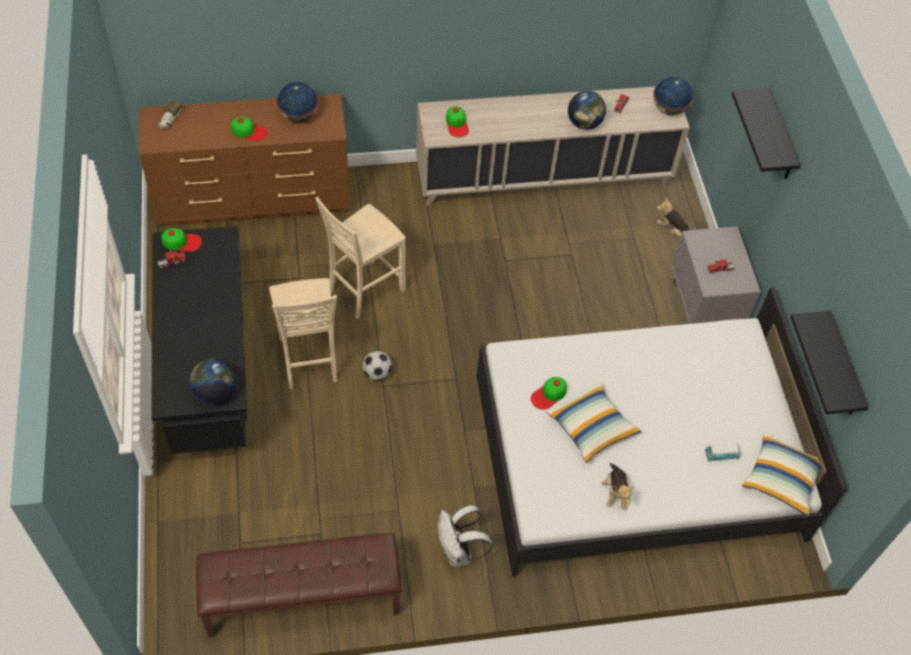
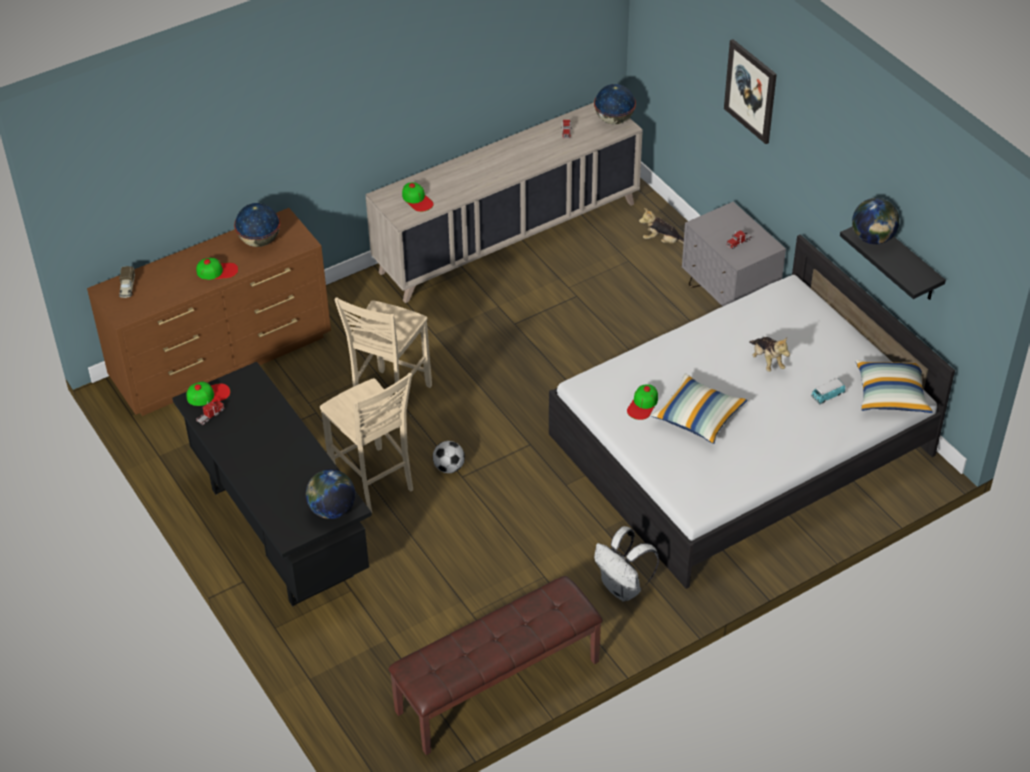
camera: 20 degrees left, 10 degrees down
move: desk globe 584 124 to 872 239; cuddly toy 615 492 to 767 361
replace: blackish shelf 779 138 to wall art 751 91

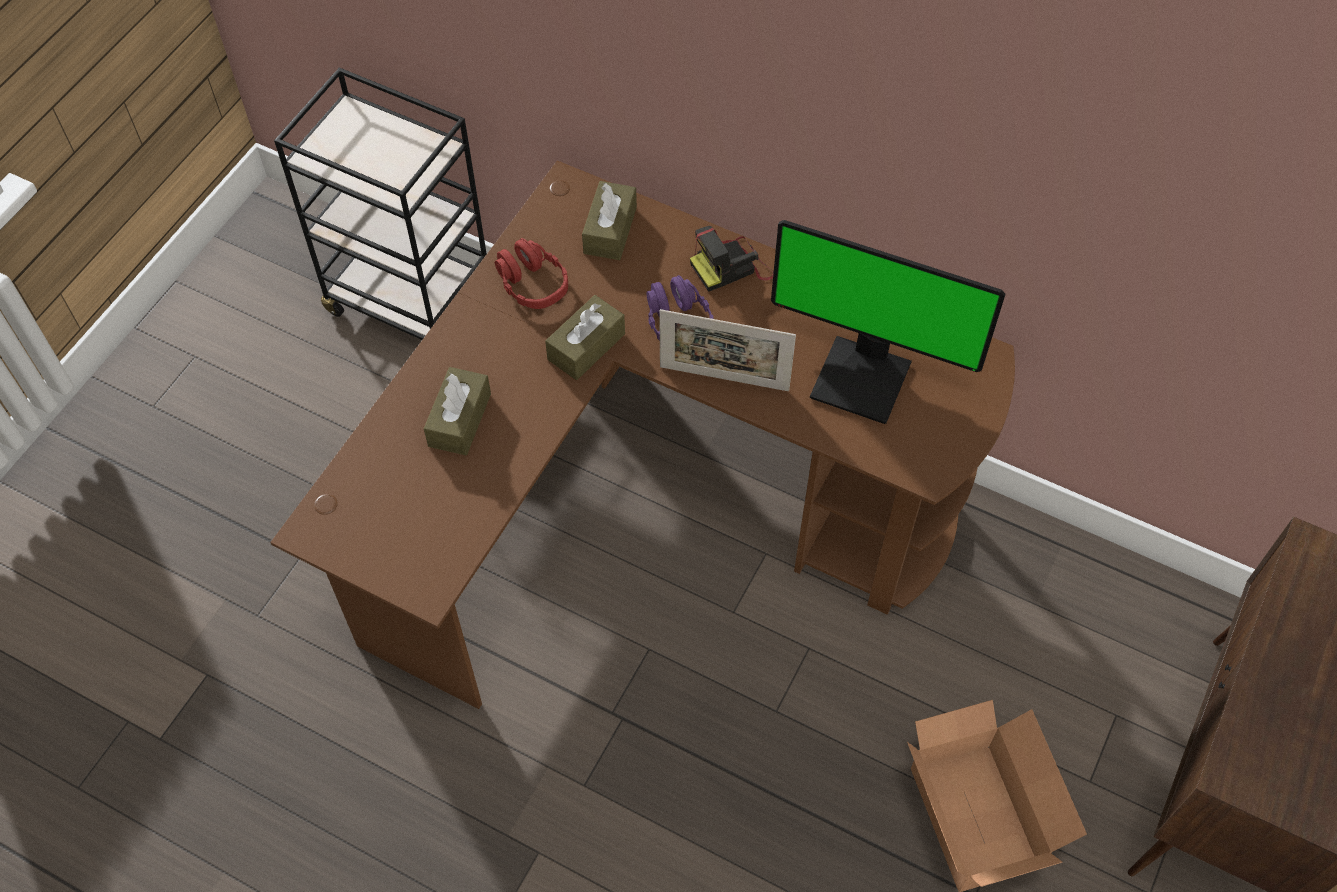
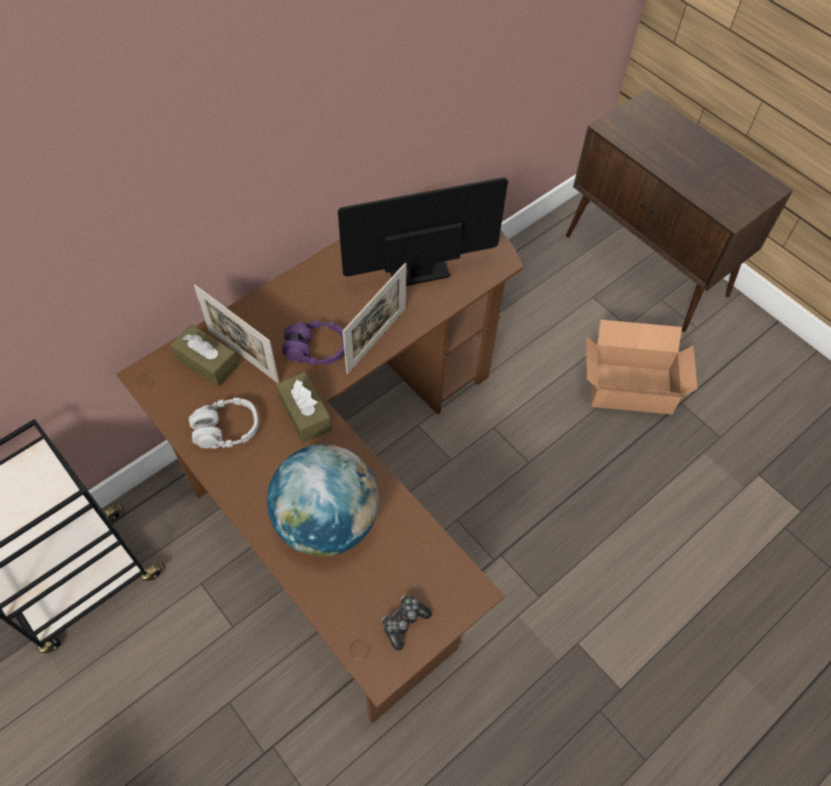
camera: 70 degrees left, 0 degrees up
delete: still camera 731 267
insert: photo frame 243 355; gamepad 404 622
replace: brownish tissue box 459 420 to desk globe 327 521
recolor: reddish headset 532 284 to gray headset 226 429
rotate: monitor 863 377 = 415 265 150 degrees counterclockwise

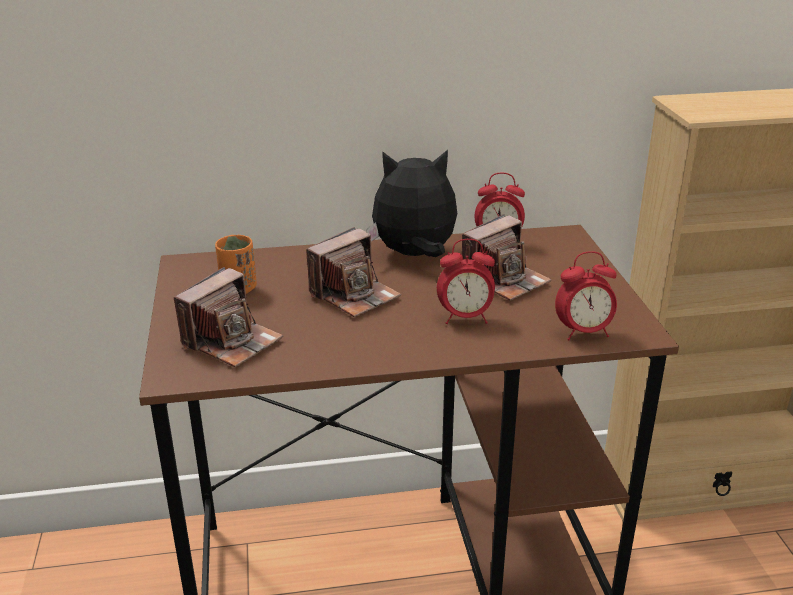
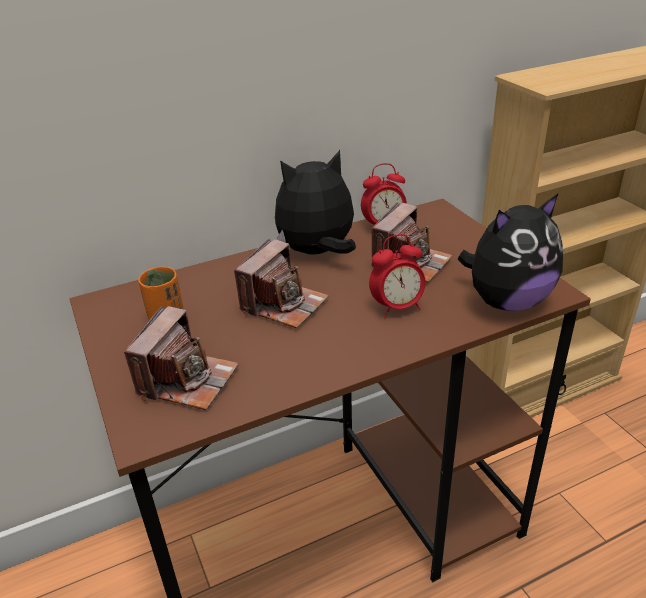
camera: 15 degrees left, 5 degrees up
replace: bedside clock 583 332 to cuddly toy 507 301

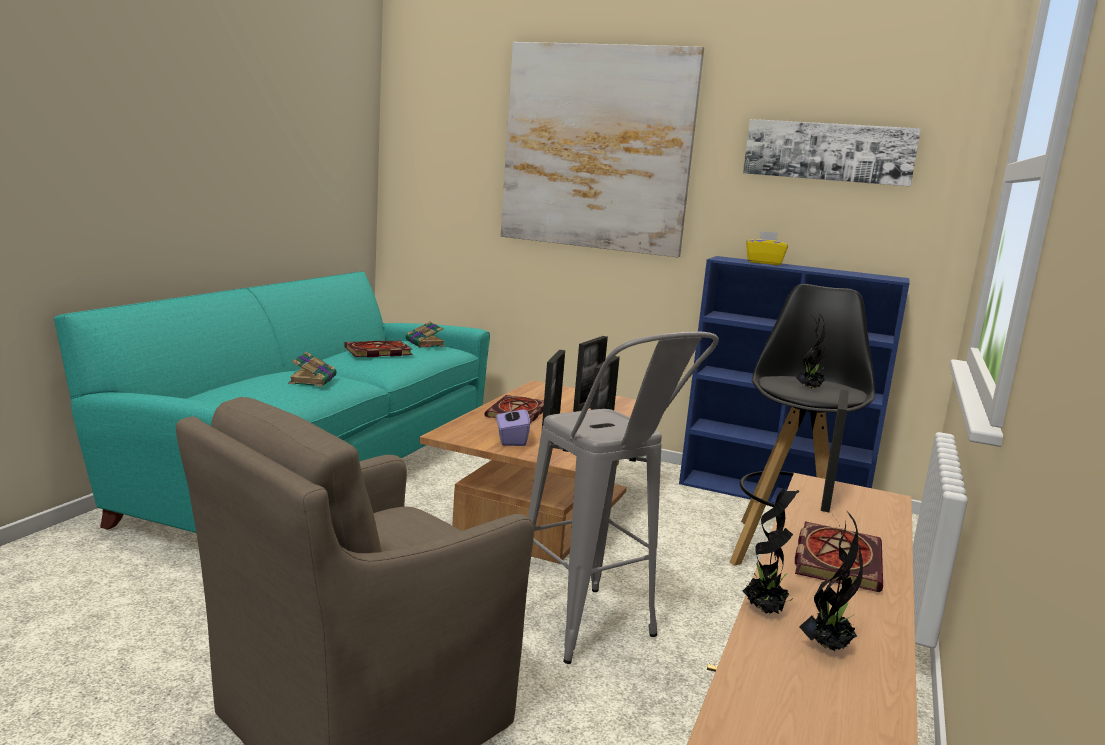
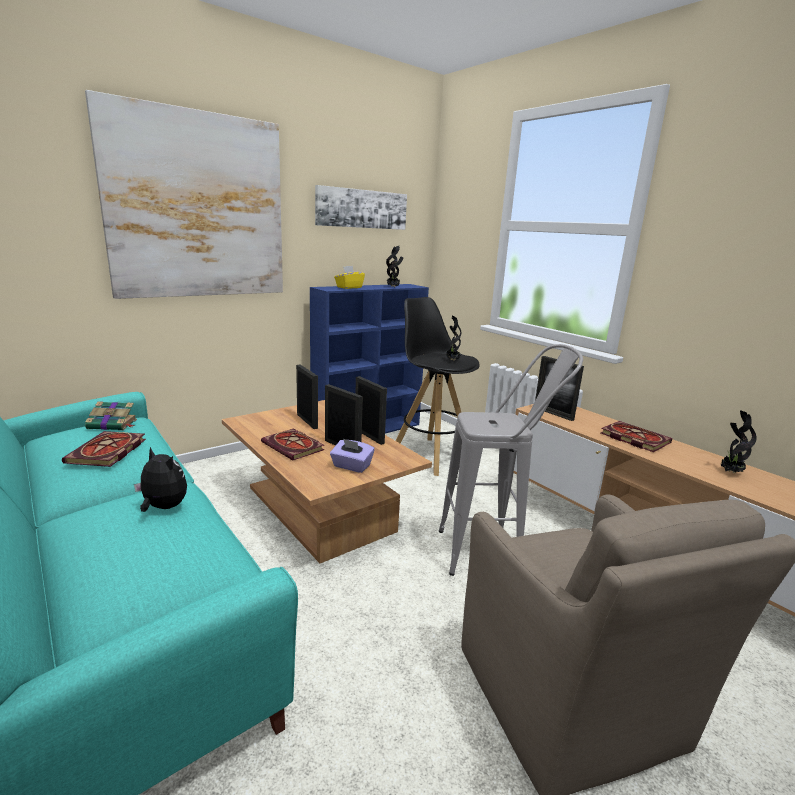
camera: 60 degrees left, 5 degrees up
move: plant in a pot 765 611 to 393 287
replace: book 313 379 to cuddly toy 163 507

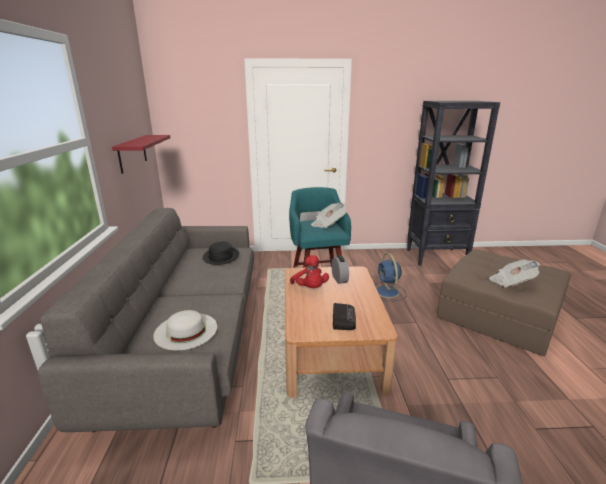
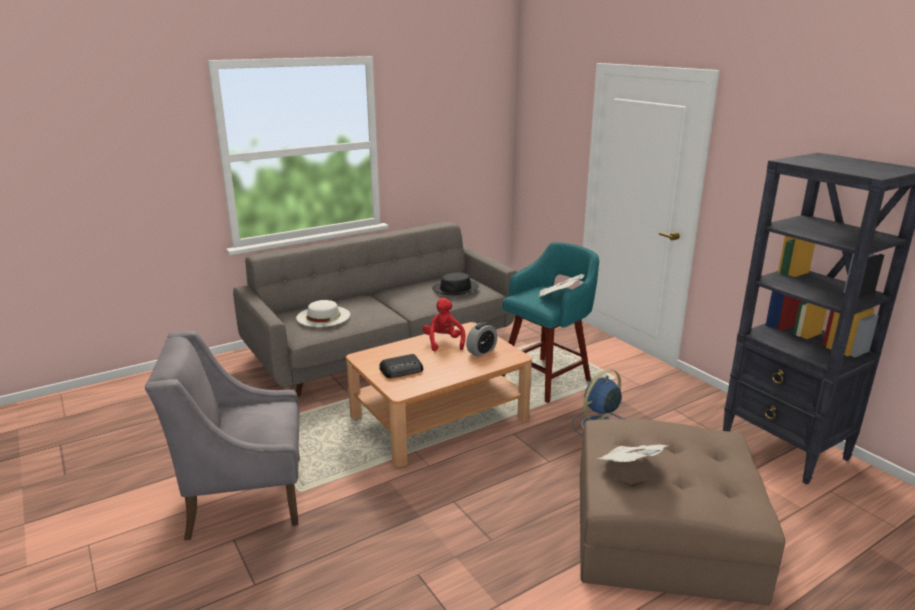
camera: 60 degrees right, 0 degrees up
delete: reddish shelf 132 153
rotate: reddish cuddly toy 310 288 = 443 342 135 degrees clockwise

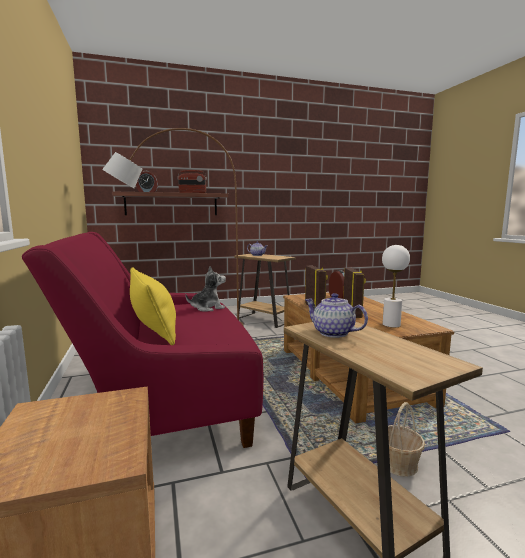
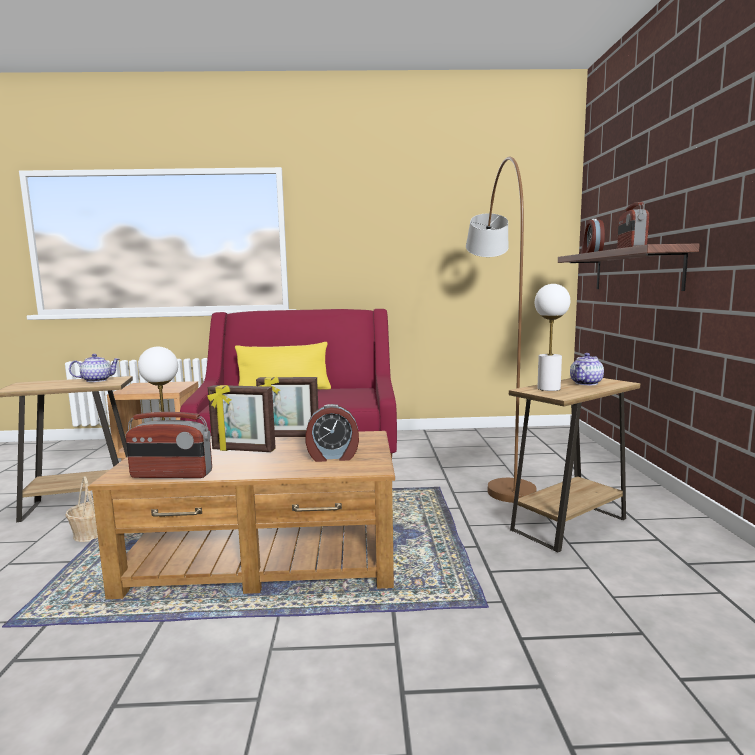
camera: 105 degrees right, 0 degrees up
delete: cuddly toy 207 308
insert: radio receiver 171 475; white tabletop lamp 548 388

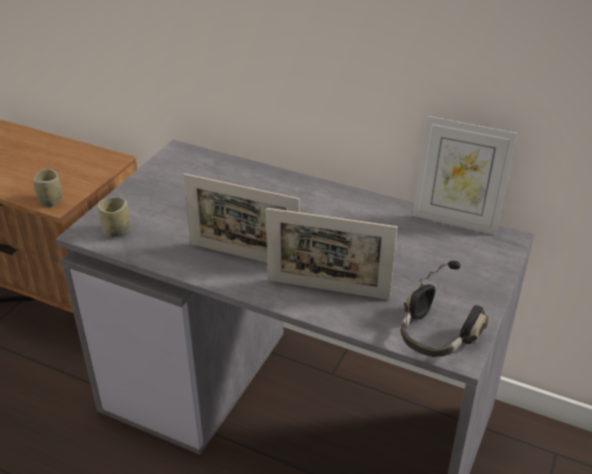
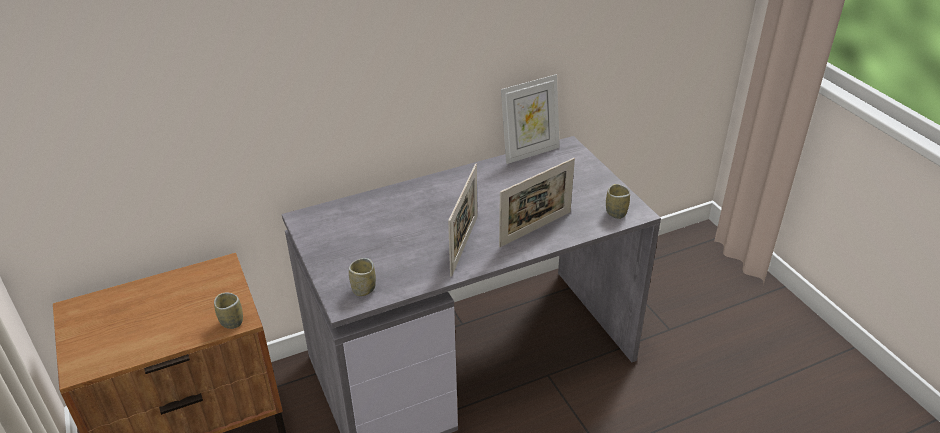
camera: 50 degrees left, 0 degrees up
replace: blackish headset 436 336 to drinking cup 616 212
rotate: photo frame 243 256 = 464 246 45 degrees counterclockwise

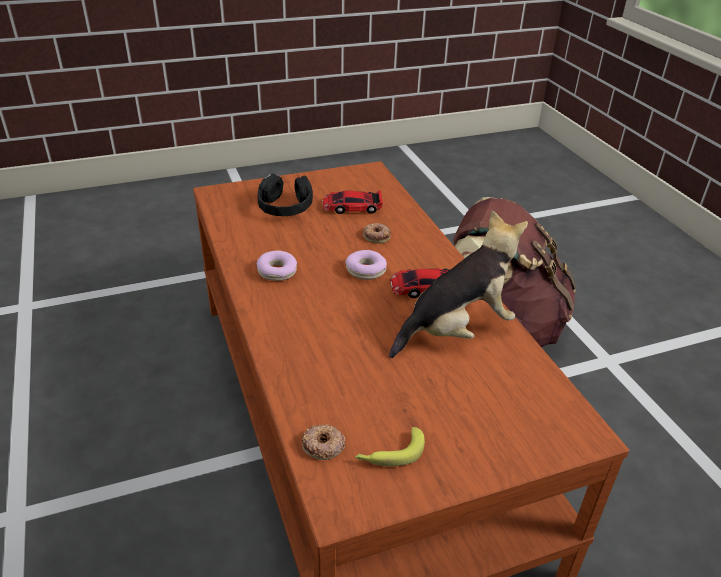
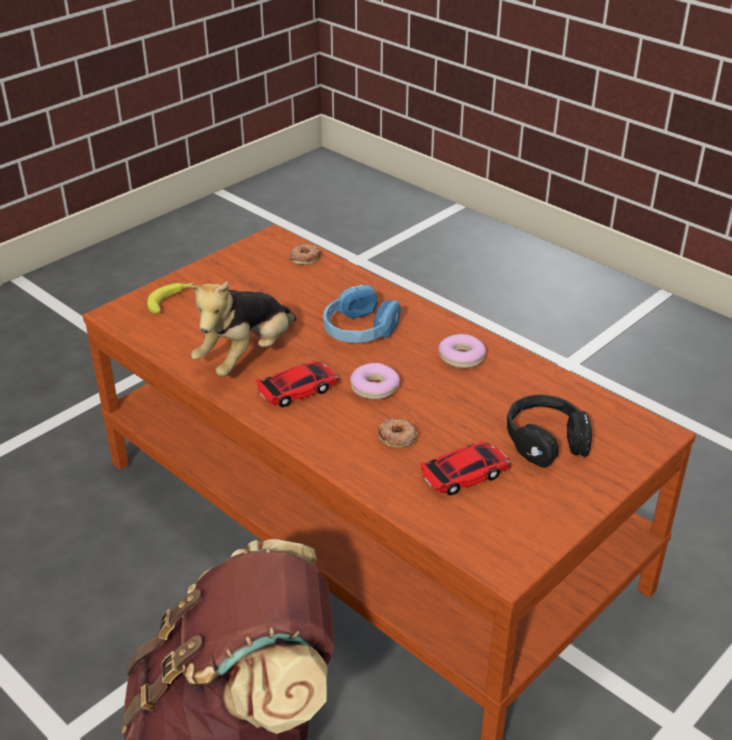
camera: 155 degrees right, 0 degrees up
insert: blue-coloured headset 360 330
move: whole banana 390 454 to 171 300

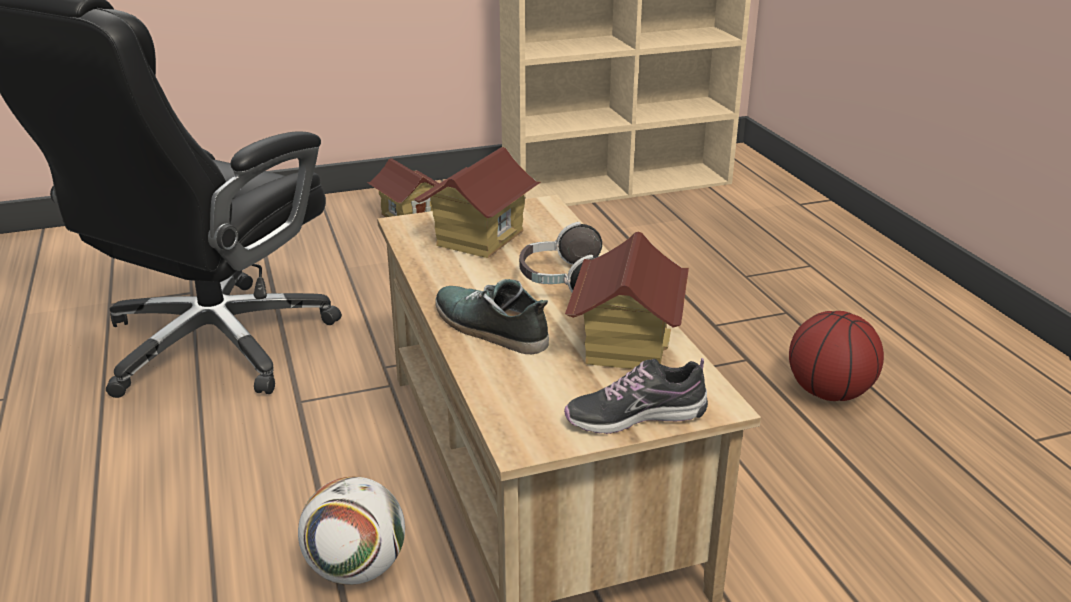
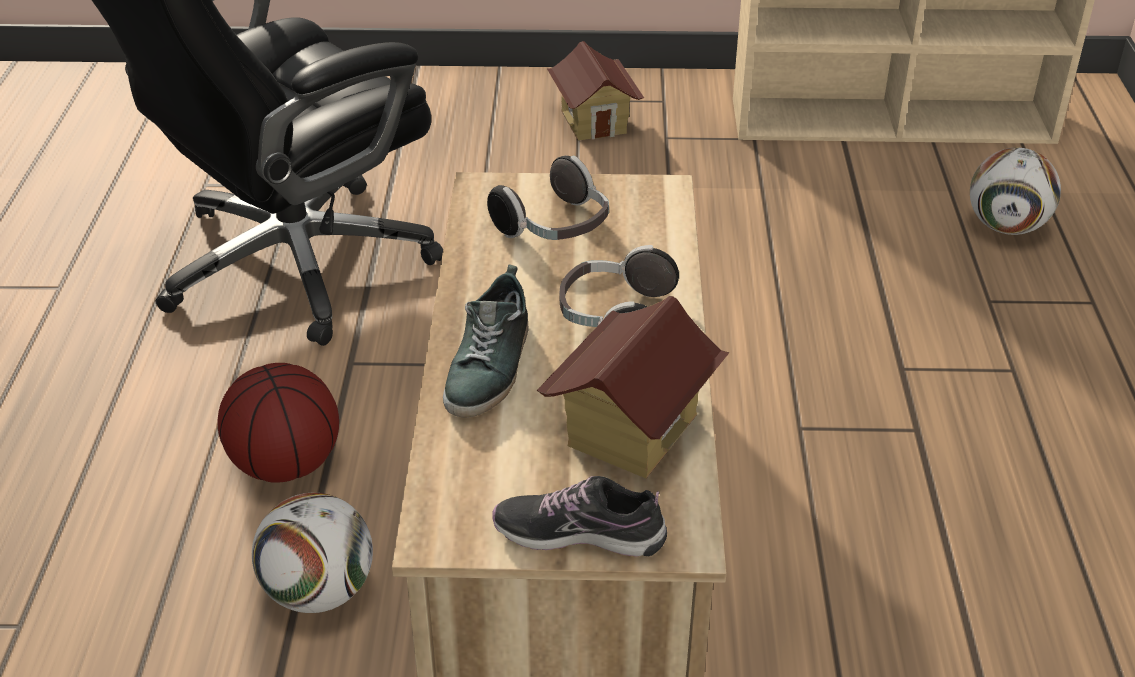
camera: 20 degrees right, 10 degrees up
insert: football 1006 227
move: ball for basketball 829 392 to 286 464
replace: model house 479 238 to headset 555 228
rotate: item of footwear 489 328 = 490 367 135 degrees counterclockwise

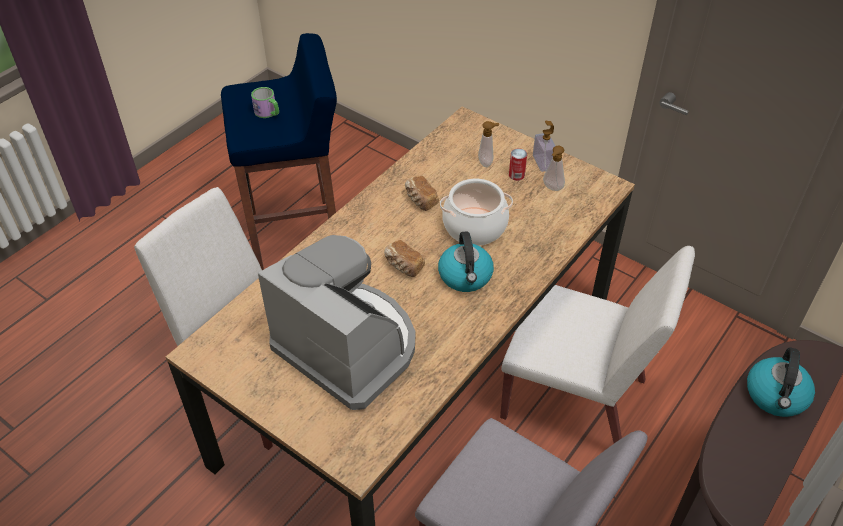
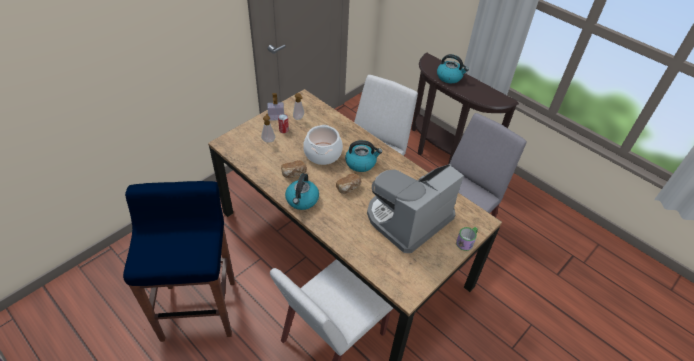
camera: 85 degrees left, 0 degrees up
insert: kettle 302 200
move: coffee mug 268 113 to 466 242

